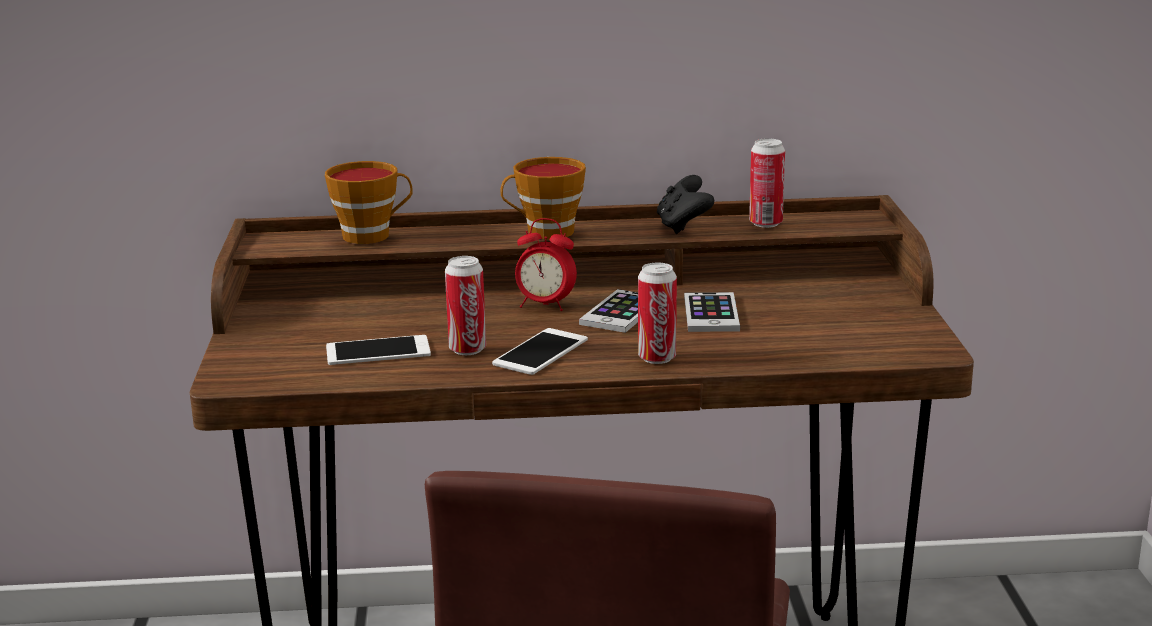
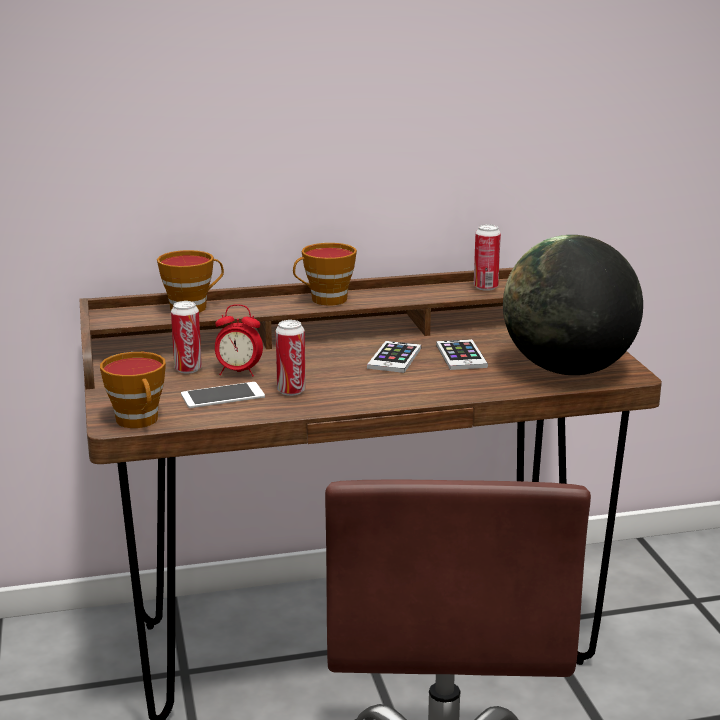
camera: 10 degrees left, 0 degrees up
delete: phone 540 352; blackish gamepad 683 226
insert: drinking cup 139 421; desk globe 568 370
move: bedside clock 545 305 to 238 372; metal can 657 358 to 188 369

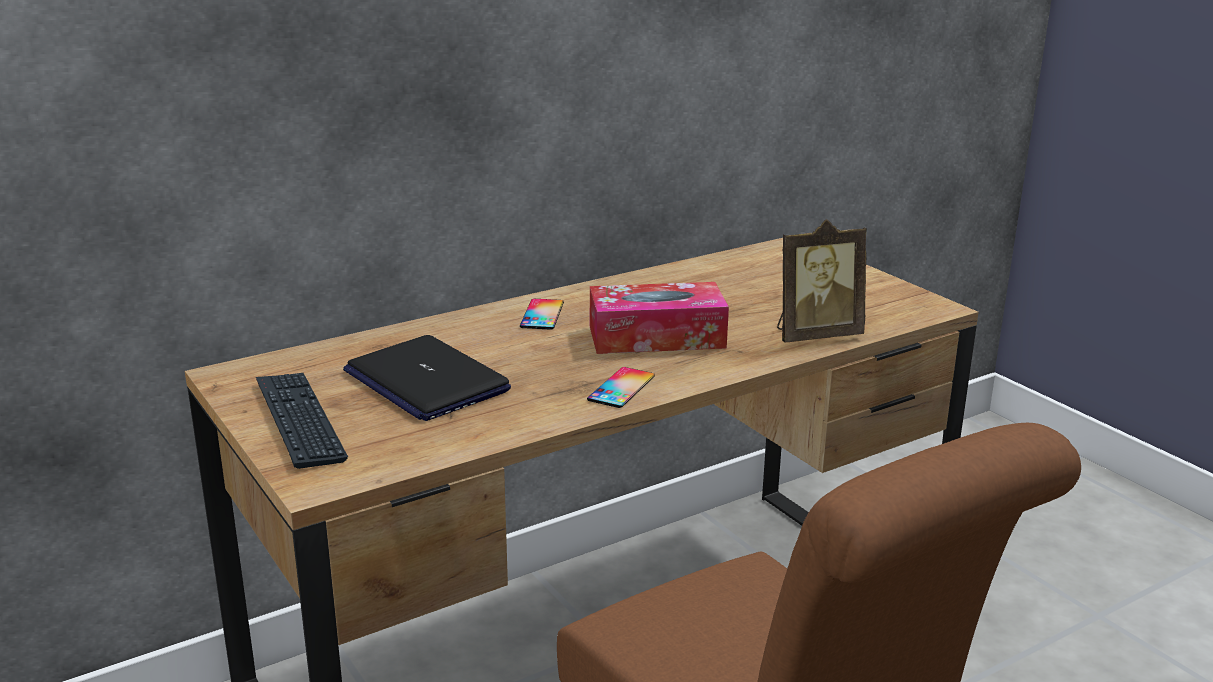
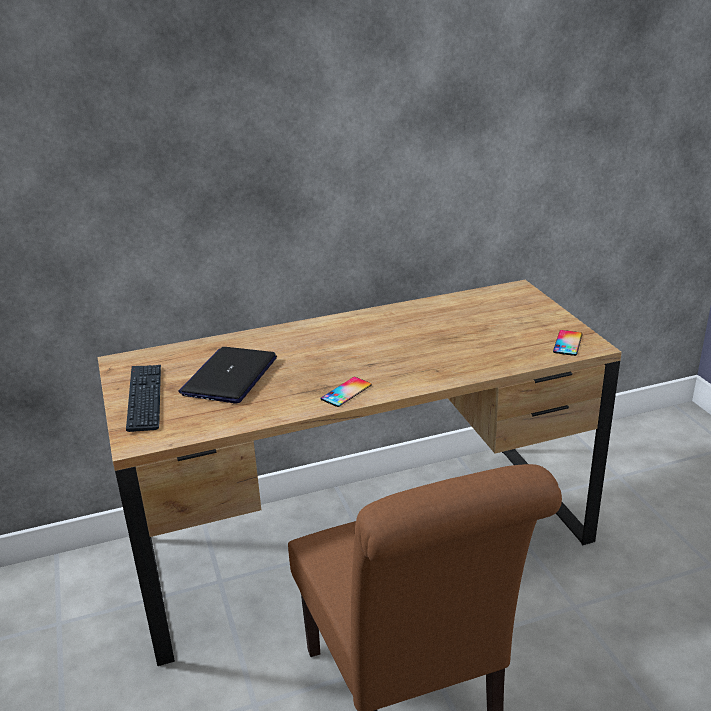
camera: 15 degrees right, 5 degrees up
delete: tissue box 656 337; photo frame 815 335
move: phone 542 315 to 567 343
rotate: portable computer 425 381 = 230 376 45 degrees clockwise

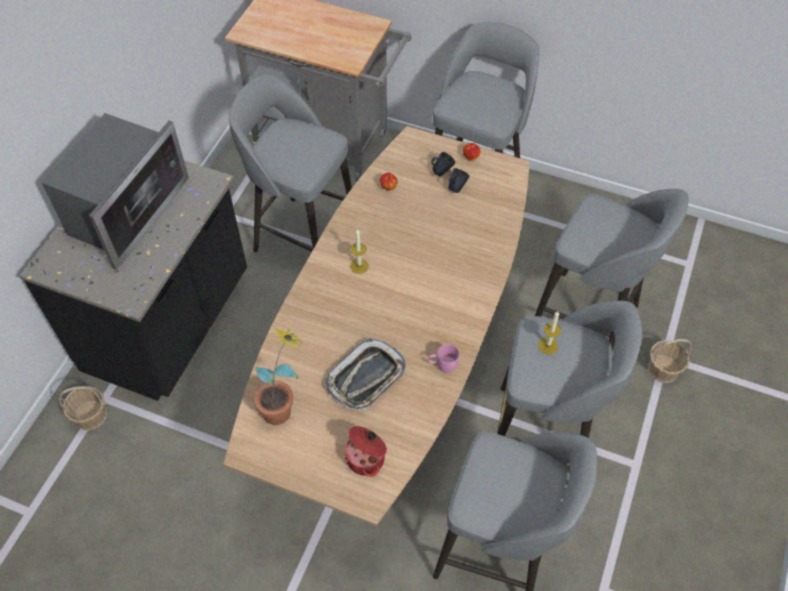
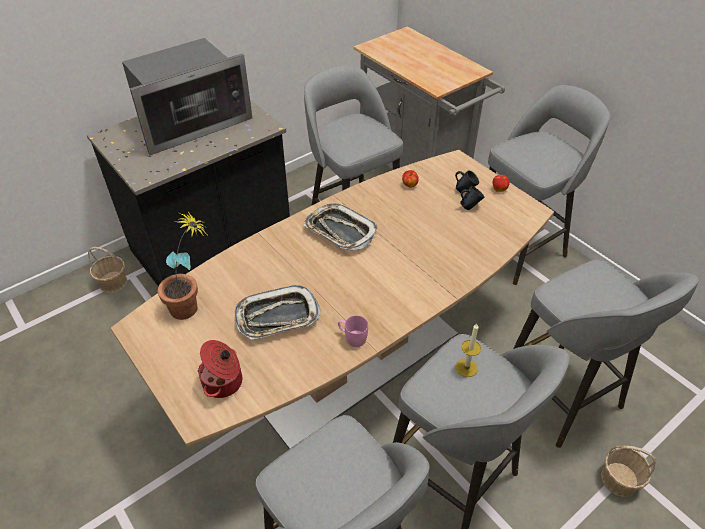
camera: 30 degrees right, 10 degrees down
replace: candle 359 266 to carrying tray 340 231

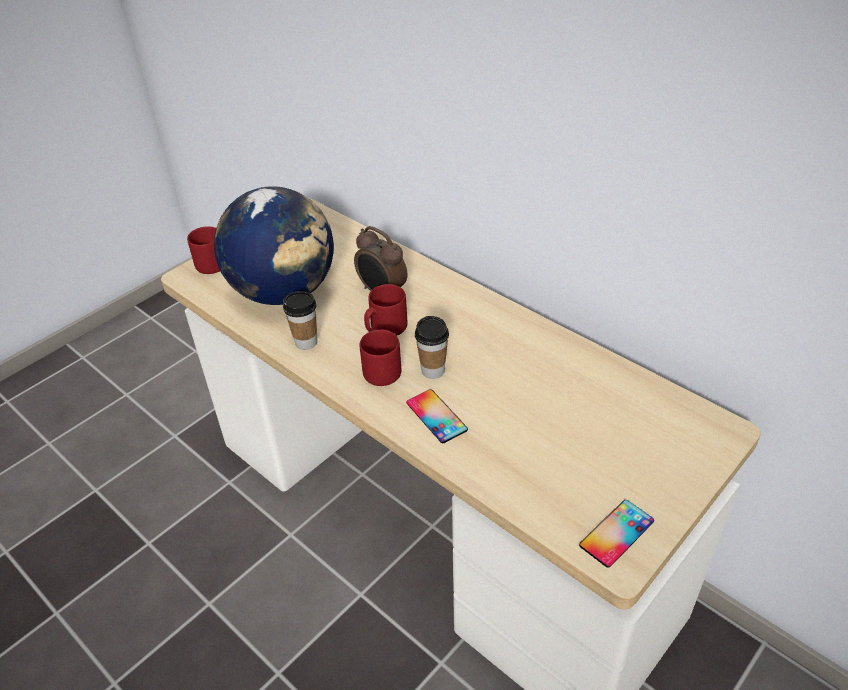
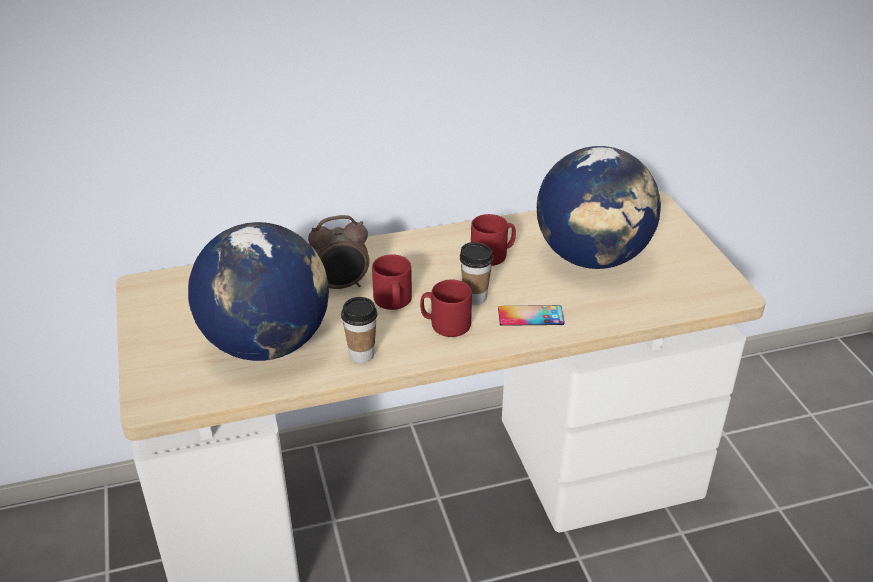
camera: 60 degrees left, 5 degrees down
delete: phone 616 533
insert: desk globe 592 258
move: reddish coffee mug 214 266 to 493 255

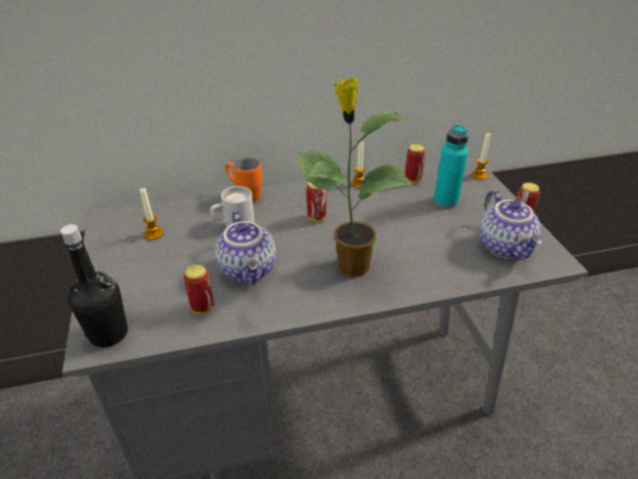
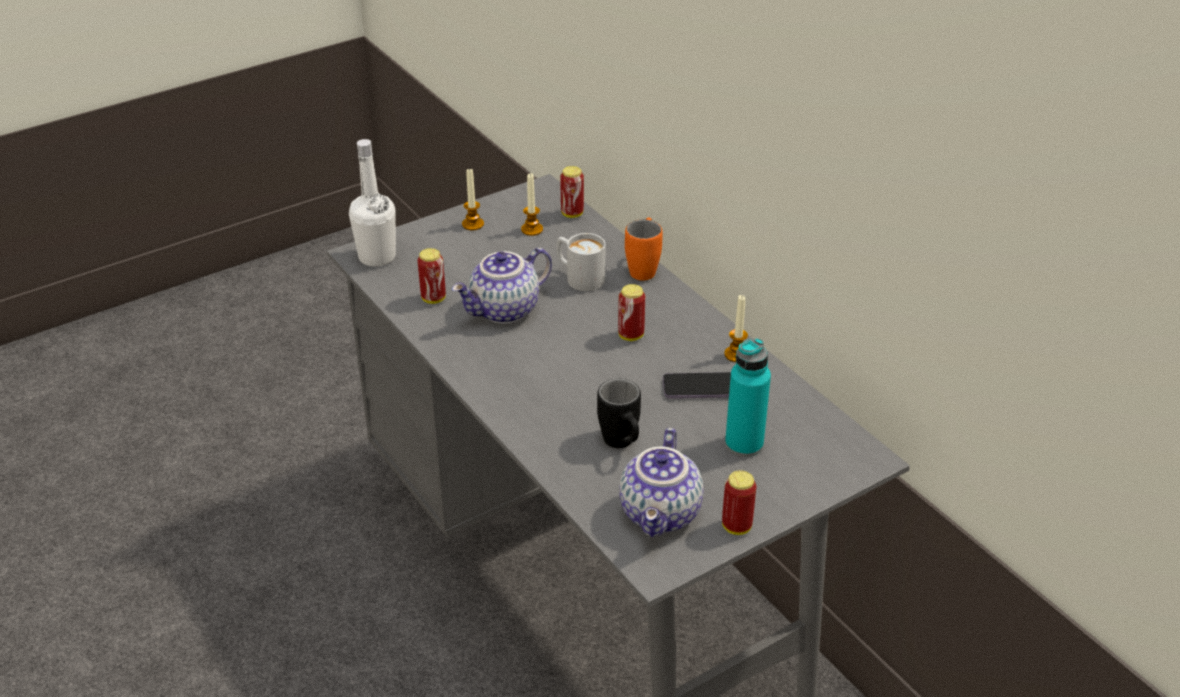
camera: 70 degrees right, 0 degrees up
delete: plant in a pot 351 266
insert: blackish coffee mug 622 445; phone 700 388
move: metal can 412 180 to 572 213; candle 479 175 to 473 224
recolor: blackish drink bottle 109 334 to white drink bottle 377 257
rotate: pot for tea 506 247 = 662 514 45 degrees counterclockwise

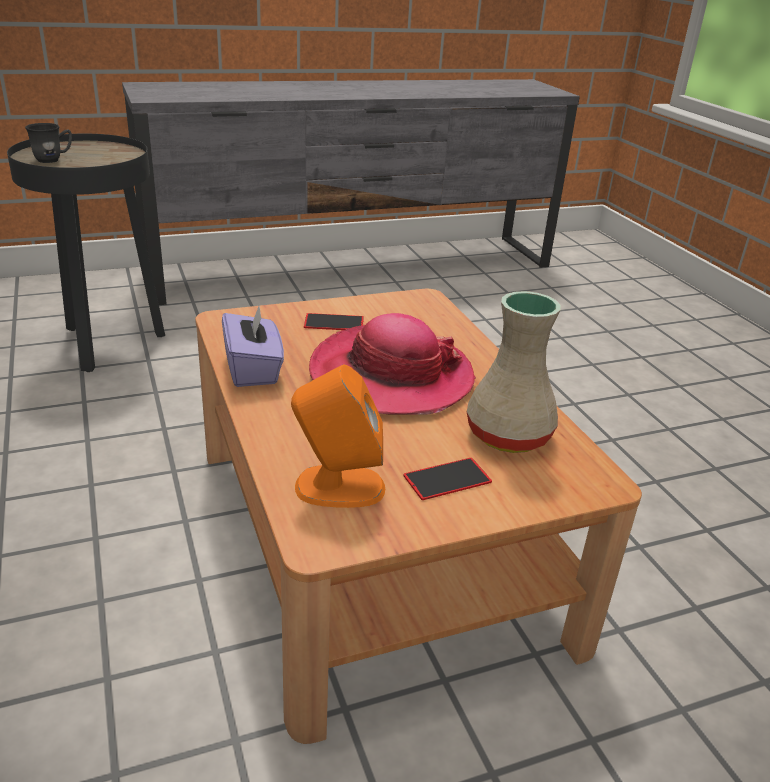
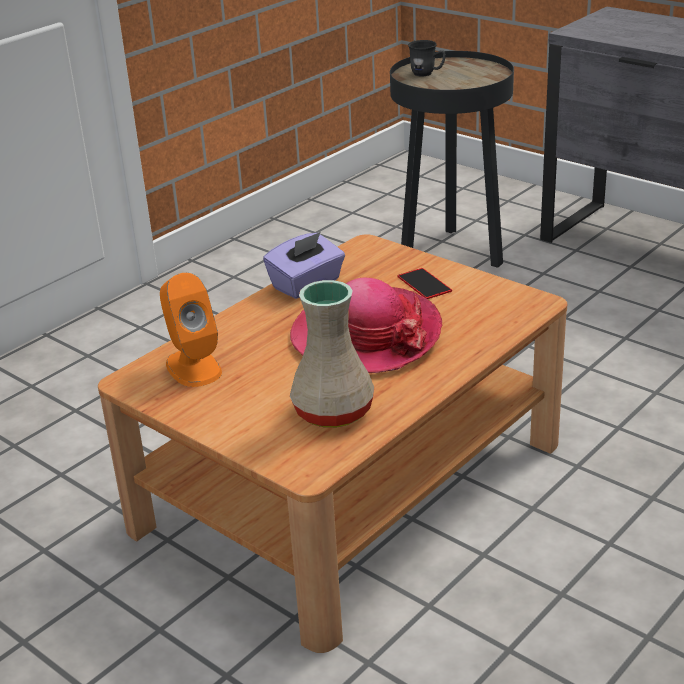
camera: 65 degrees right, 0 degrees up
delete: phone 447 479

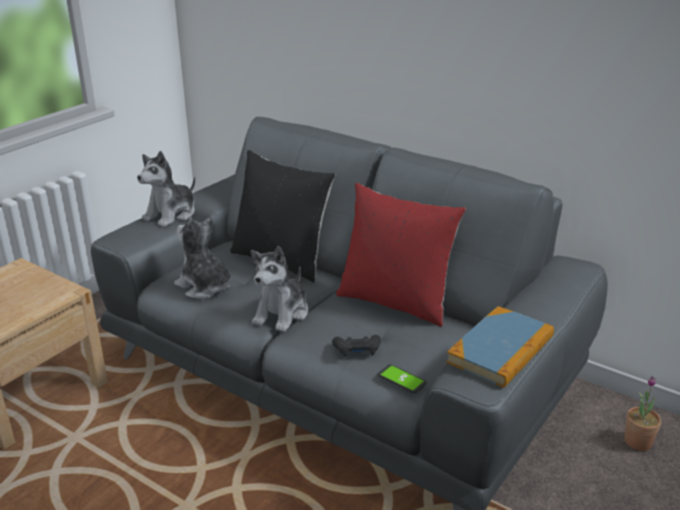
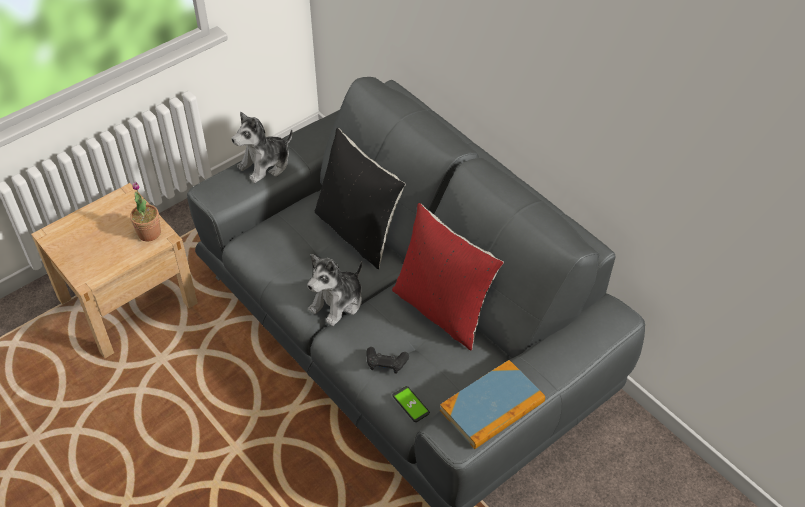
camera: 15 degrees right, 20 degrees up
delete: cuddly toy 204 287
move: plant in a pot 638 442 to 149 233

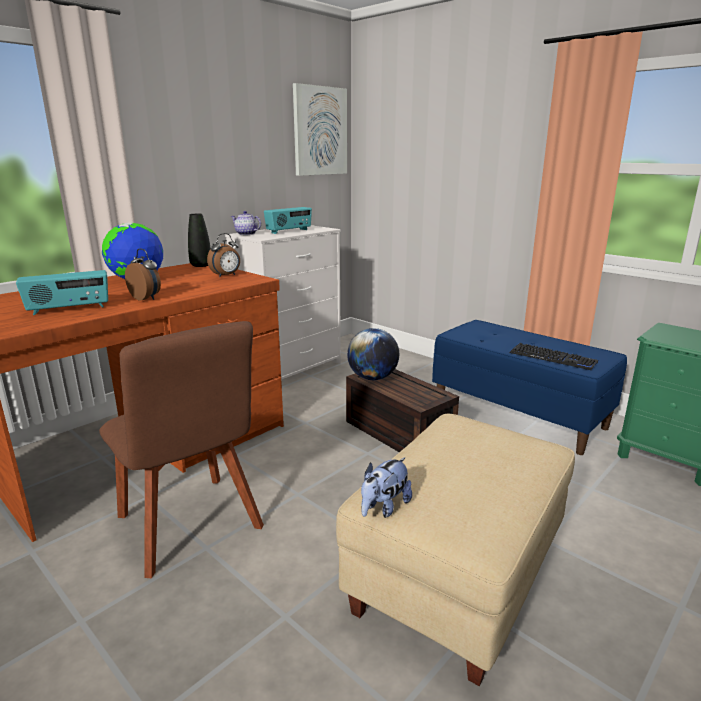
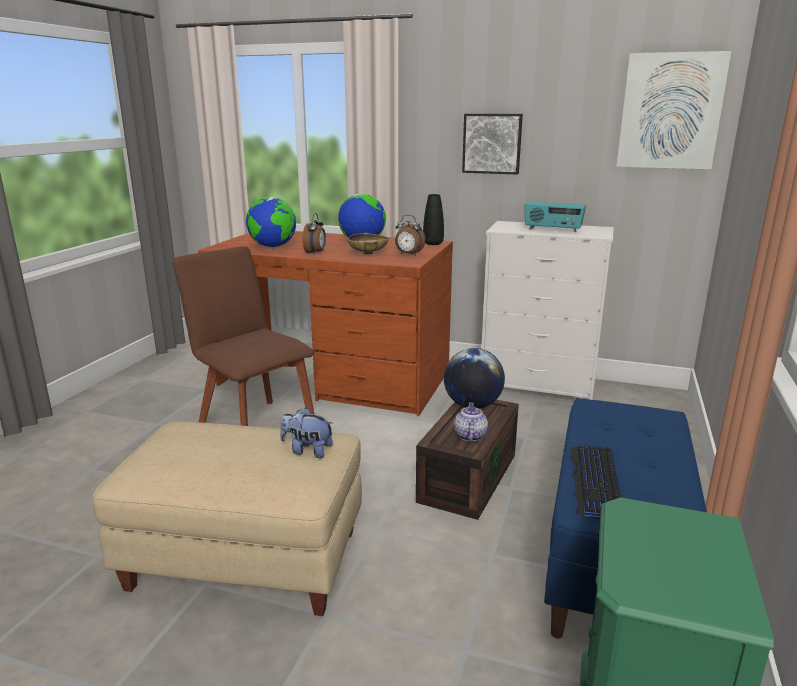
camera: 65 degrees right, 0 degrees up
insert: beige deep dish 368 253; wall art 492 143
move: pot for tea 246 234 to 469 435; cuddly toy 384 507 to 307 450
replace: radio receiver 69 309 to desk globe 273 247
rotate: brownish chair 191 526 = 254 425 105 degrees clockwise

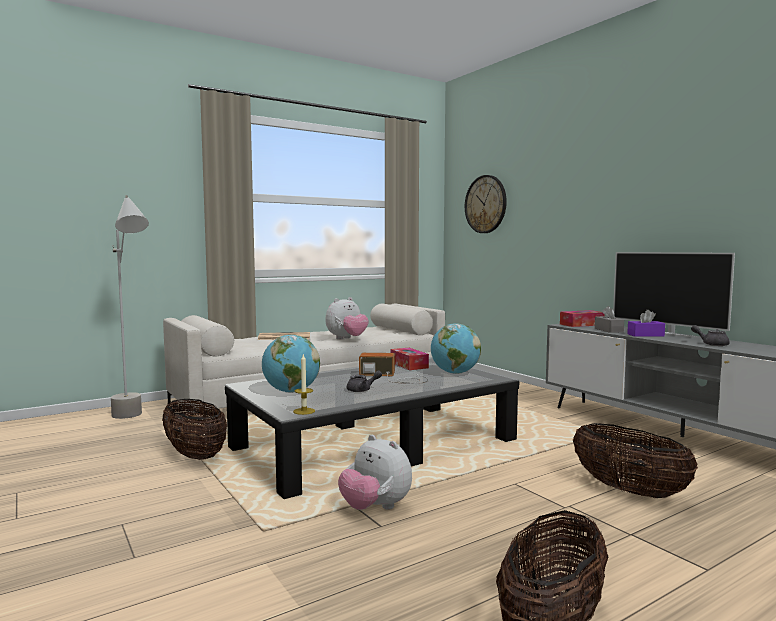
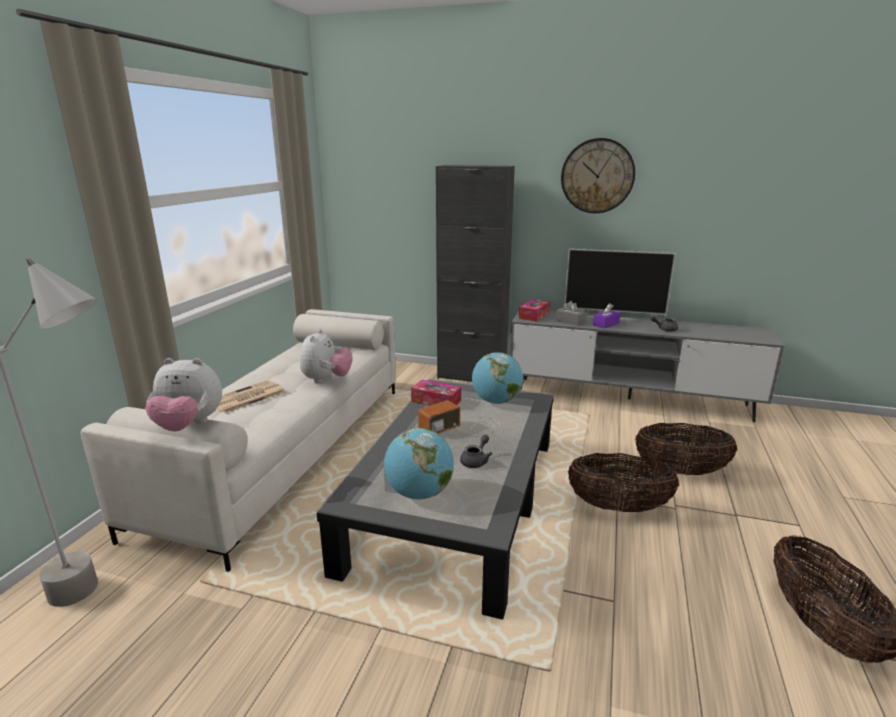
camera: 40 degrees left, 15 degrees up
delete: candle 304 411
insert: blackish cabinet 471 376
move: household basket 195 455 to 618 507; cuddly toy 375 508 to 189 426; wall clock 485 204 to 597 176

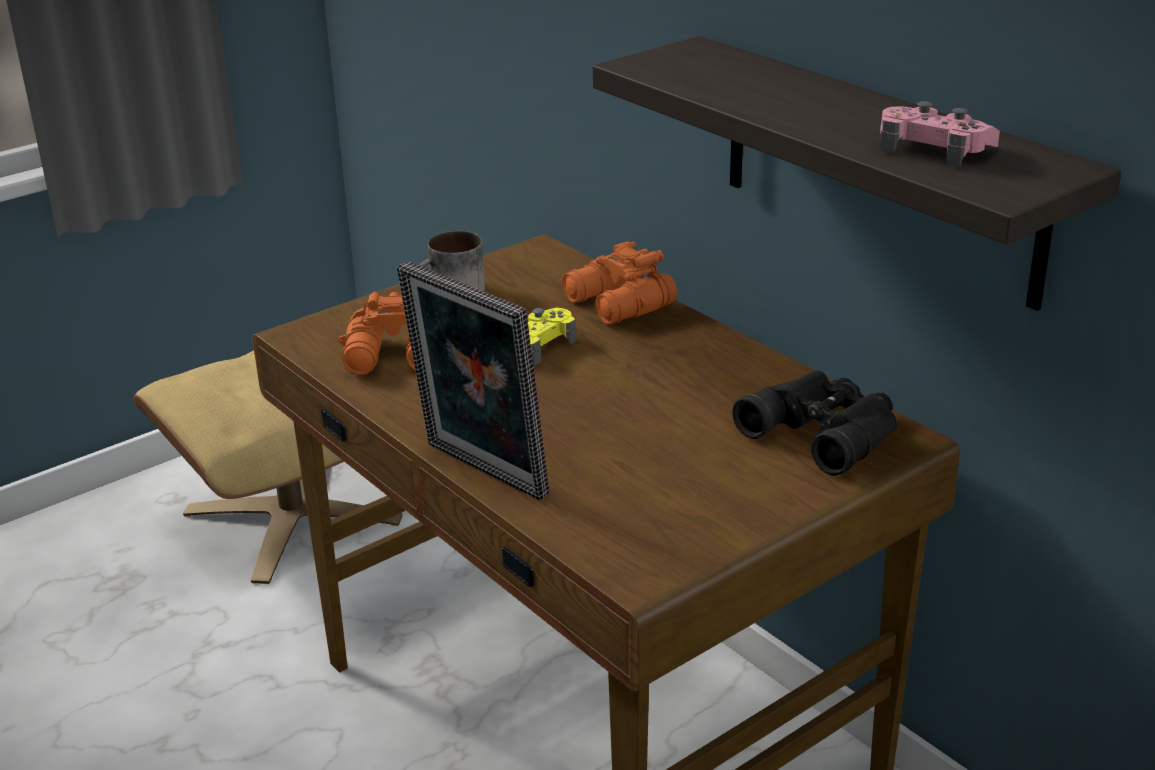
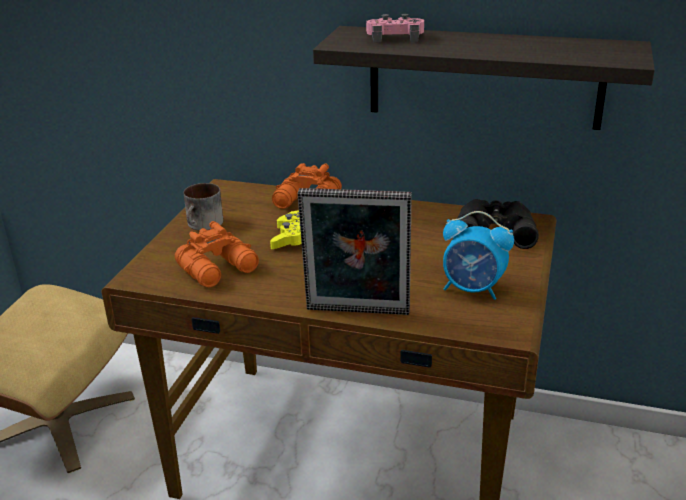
camera: 35 degrees left, 0 degrees up
insert: bedside clock 473 289
move: pink-coloured gamepad 935 148 to 395 37

